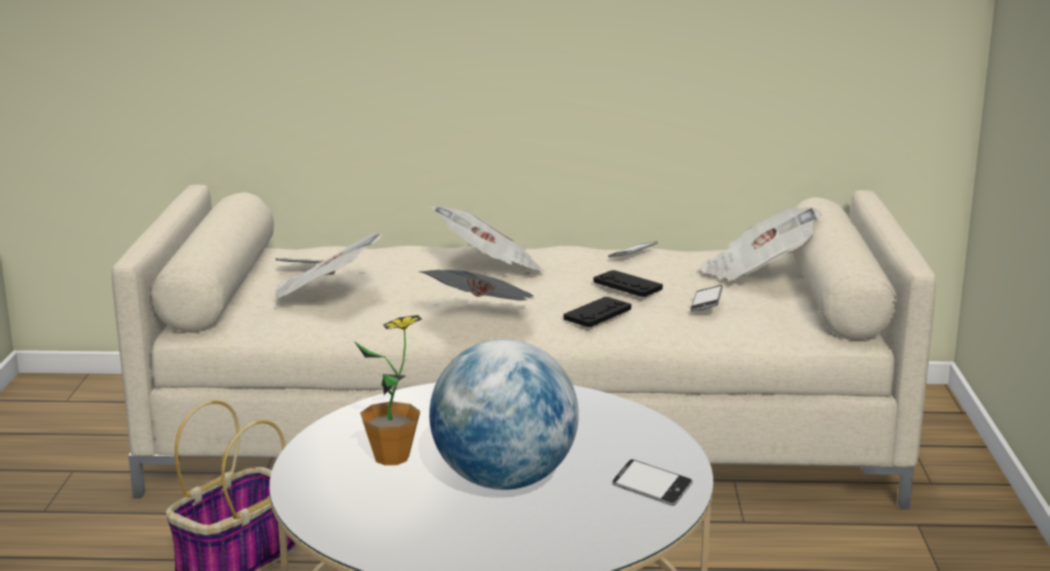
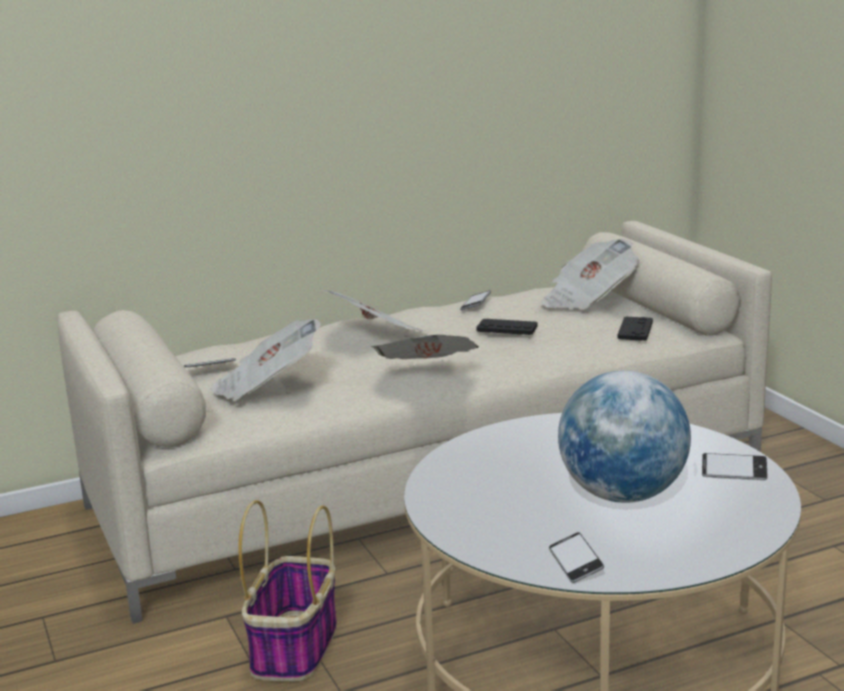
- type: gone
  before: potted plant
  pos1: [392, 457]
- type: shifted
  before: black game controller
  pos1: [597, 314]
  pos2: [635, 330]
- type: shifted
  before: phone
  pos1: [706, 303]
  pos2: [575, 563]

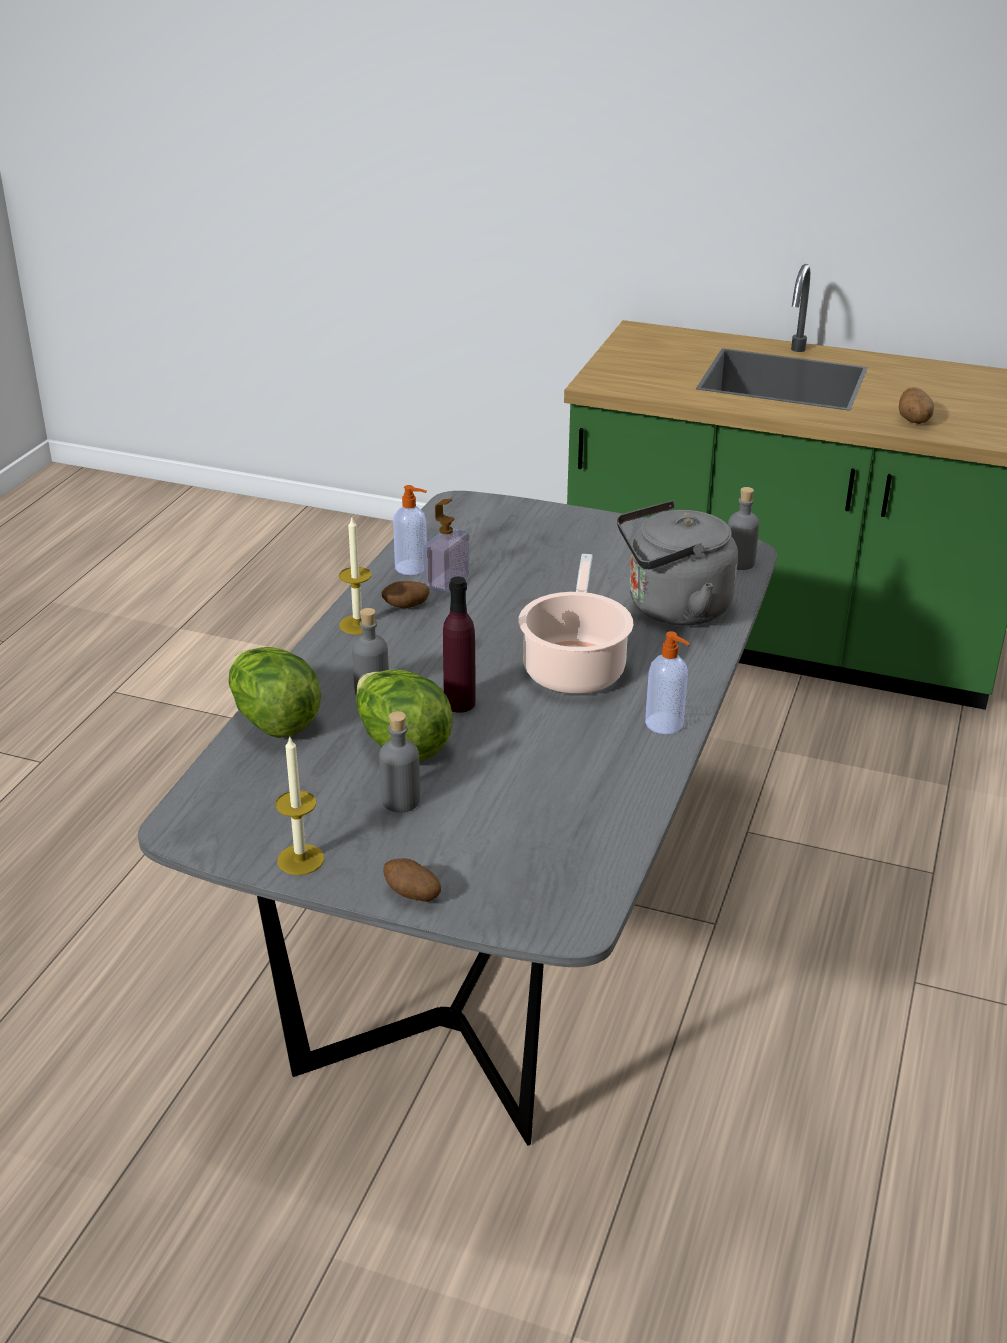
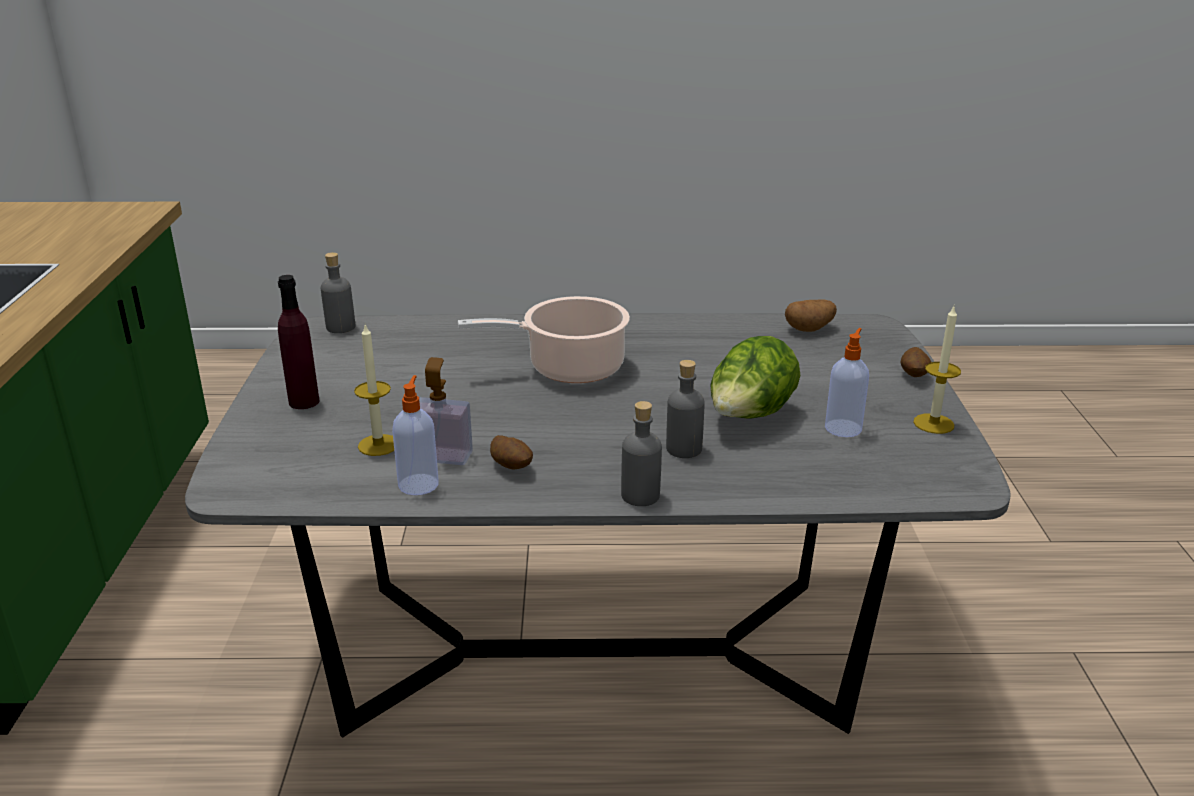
- type: gone
  before: lettuce
  pos1: [274, 720]
- type: shifted
  before: candle
  pos1: [358, 624]
  pos2: [378, 445]
- type: shifted
  before: grey bottle
  pos1: [401, 800]
  pos2: [640, 495]
- type: shifted
  before: purple bottle
  pos1: [459, 703]
  pos2: [304, 402]
- type: gone
  before: grey kettle
  pos1: [672, 608]
- type: shifted
  before: soap dispenser
  pos1: [665, 724]
  pos2: [843, 427]
- type: shifted
  before: potato
  pos1: [914, 420]
  pos2: [809, 329]

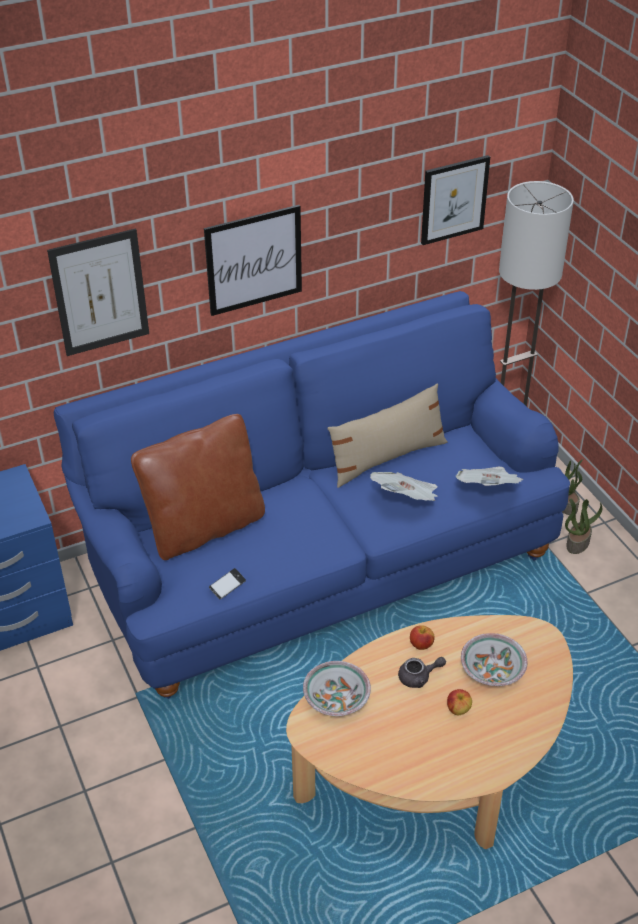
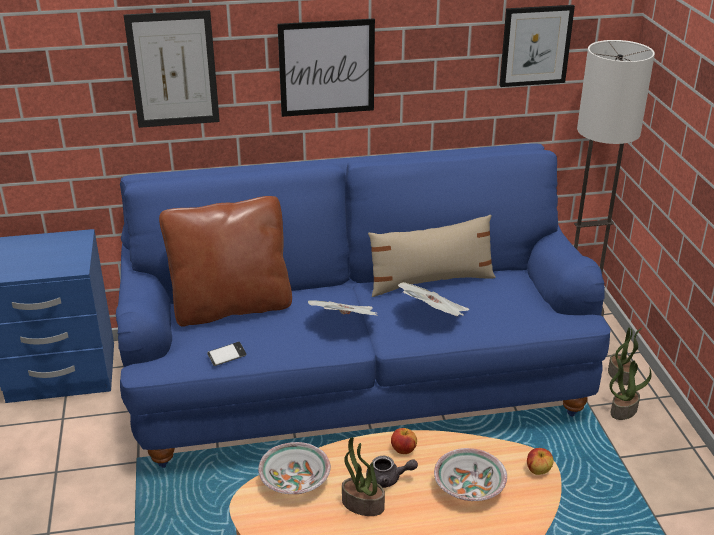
- type: shifted
  before: apple
  pos1: [458, 709]
  pos2: [538, 470]
- type: shifted
  before: newspaper
  pos1: [487, 489]
  pos2: [346, 323]
- type: new
  after: potted plant
  pos2: [362, 505]

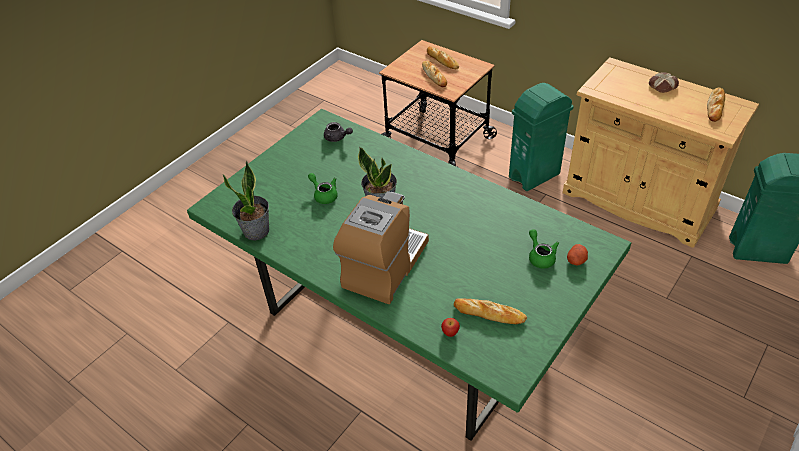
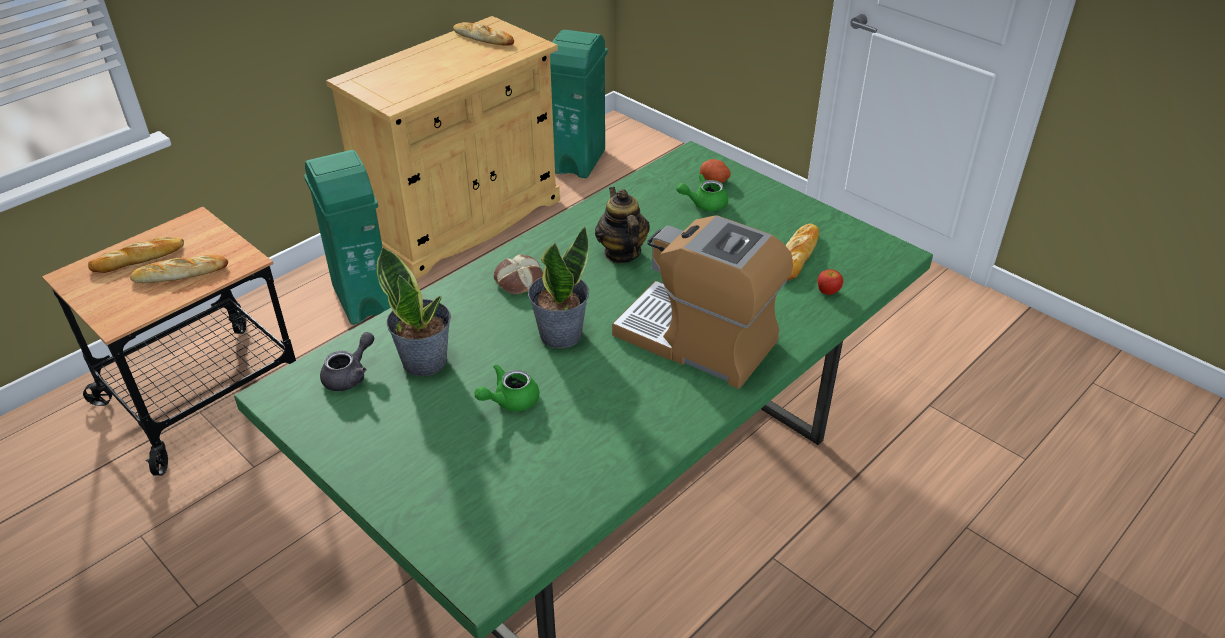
- type: shifted
  before: potted plant
  pos1: [257, 231]
  pos2: [425, 361]
- type: shifted
  before: bread
  pos1: [662, 85]
  pos2: [518, 280]
- type: new
  after: teapot
  pos2: [621, 253]

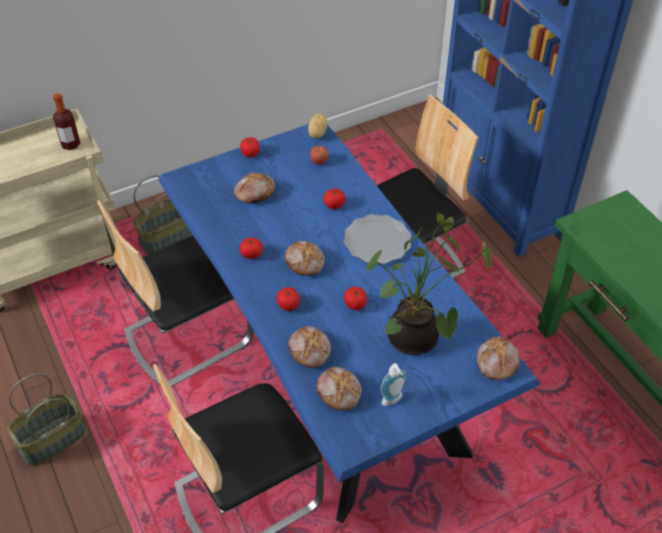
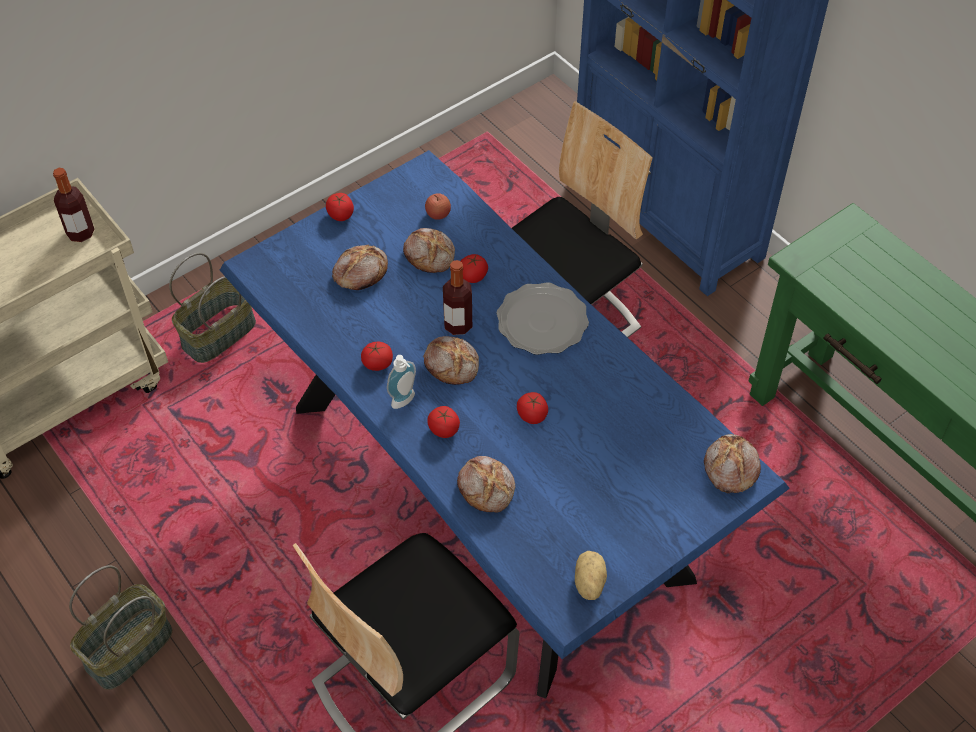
- type: gone
  before: chair
  pos1: [187, 336]
- type: shifted
  before: potato
  pos1: [316, 133]
  pos2: [588, 583]
- type: shifted
  before: bread
  pos1: [339, 392]
  pos2: [430, 255]
- type: gone
  before: potted plant
  pos1: [415, 340]
- type: shifted
  before: soap dispenser
  pos1: [393, 401]
  pos2: [405, 401]
- type: new
  after: bottle
  pos2: [458, 325]

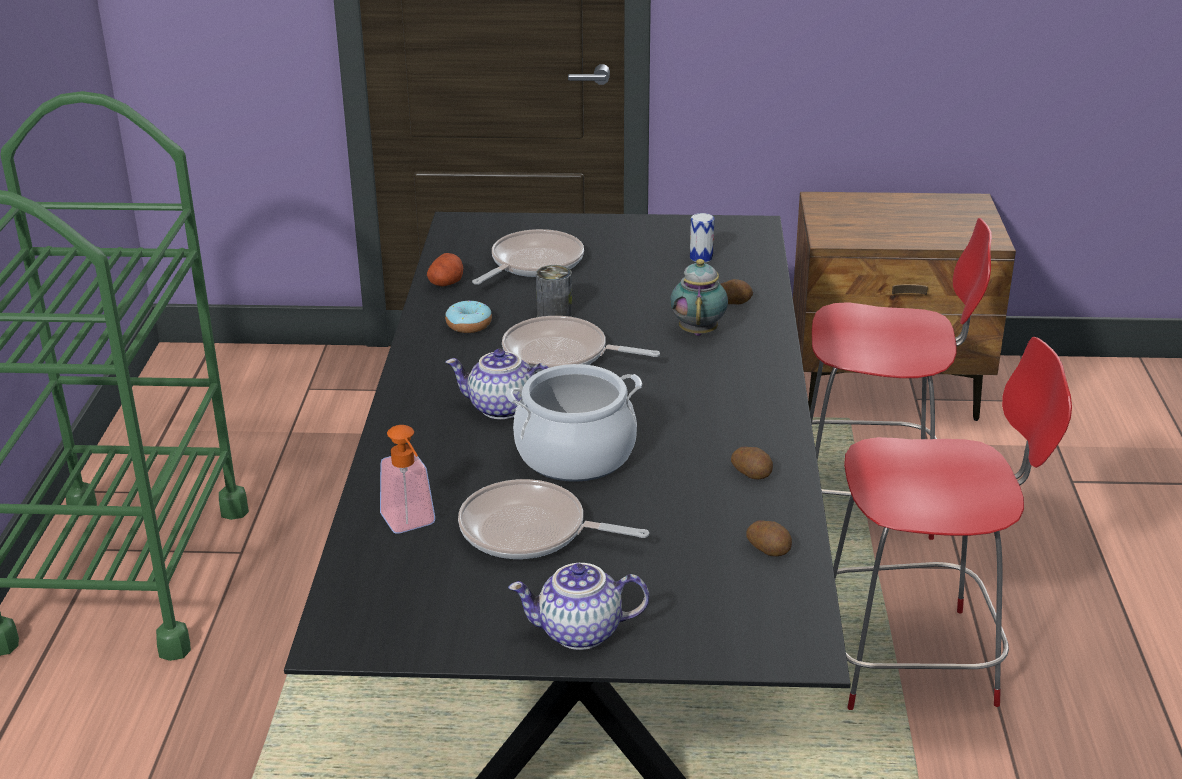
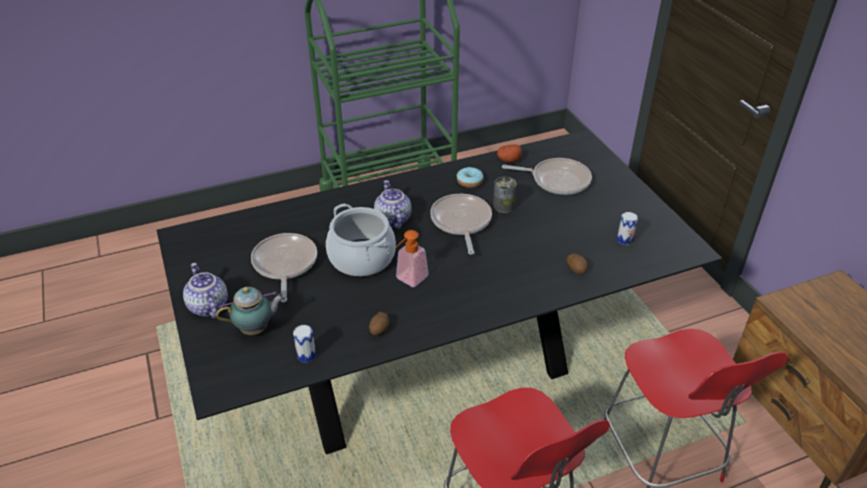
- type: shifted
  before: soap dispenser
  pos1: [411, 524]
  pos2: [408, 280]
- type: shifted
  before: teapot
  pos1: [698, 331]
  pos2: [256, 329]
- type: swapped
  before: potato
  after: can
  pos1: [769, 549]
  pos2: [306, 355]

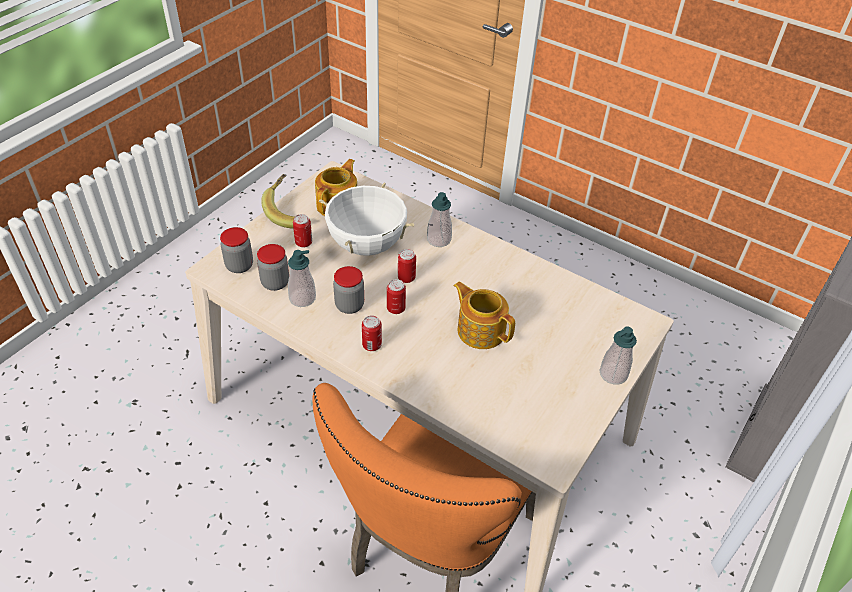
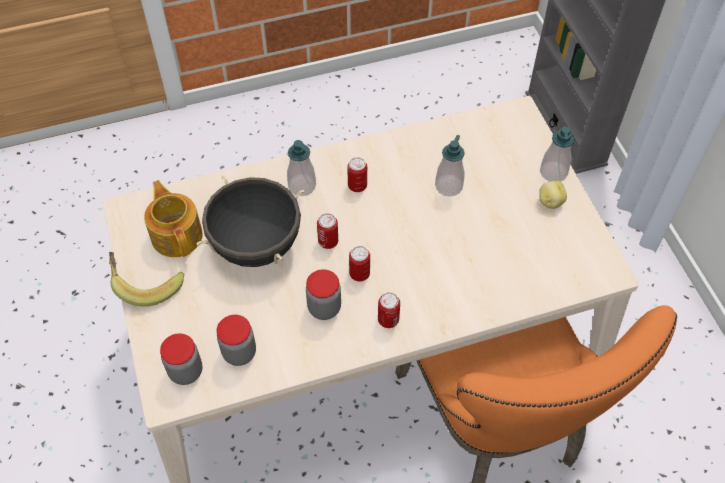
- type: shifted
  before: soap dispenser
  pos1: [302, 298]
  pos2: [448, 186]
- type: shifted
  before: can
  pos1: [303, 243]
  pos2: [357, 186]
- type: repainted
  before: white cooking pot
  after: black cooking pot
  pos1: [367, 245]
  pos2: [256, 245]
- type: gone
  before: teapot
  pos1: [480, 330]
- type: new
  after: potato
  pos2: [550, 202]

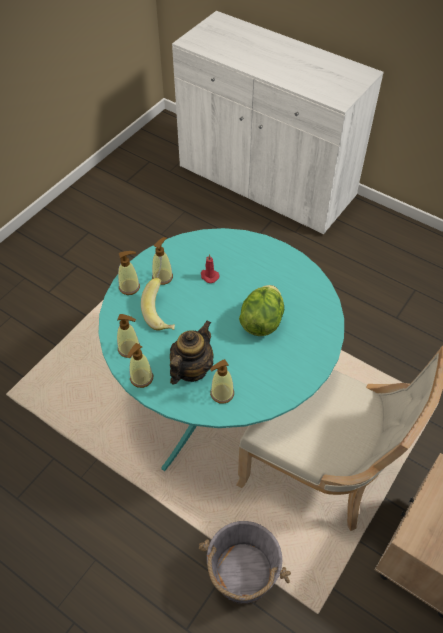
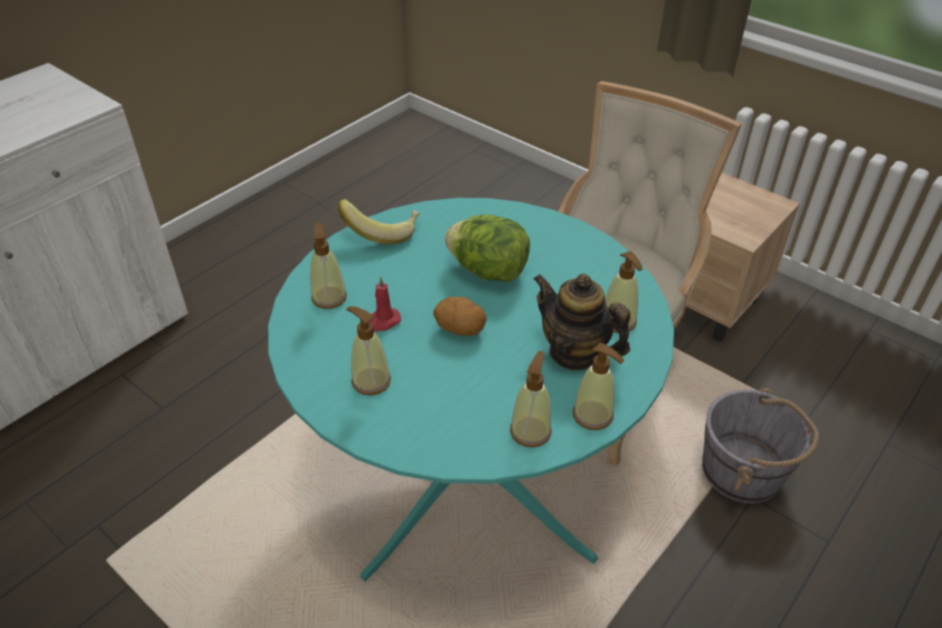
- type: shifted
  before: soap dispenser
  pos1: [129, 287]
  pos2: [329, 297]
- type: shifted
  before: banana
  pos1: [162, 314]
  pos2: [382, 232]
- type: new
  after: potato
  pos2: [460, 329]

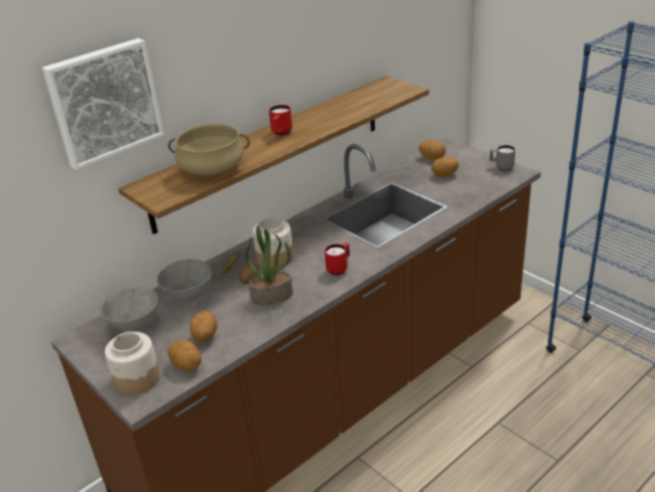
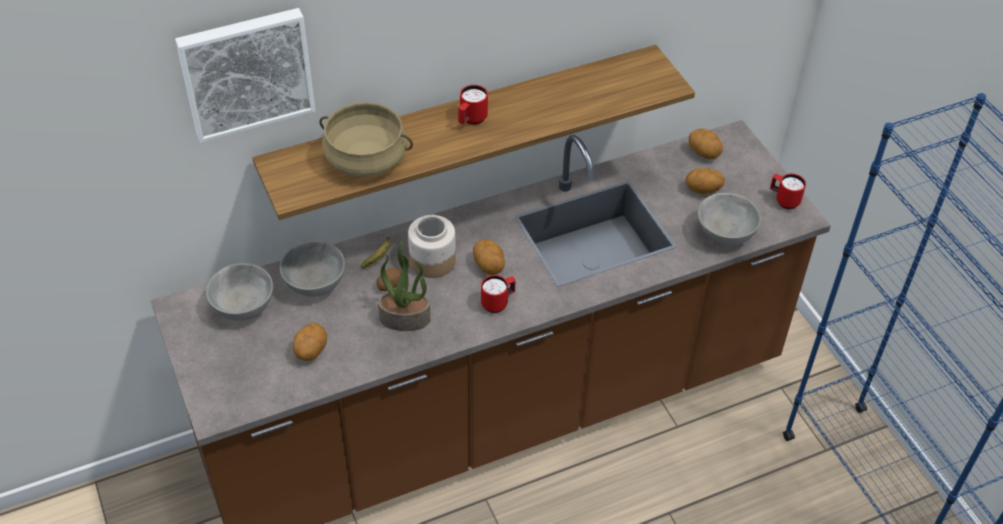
- type: gone
  before: jar
  pos1: [136, 378]
- type: shifted
  before: potato
  pos1: [187, 365]
  pos2: [489, 266]
- type: repainted
  before: grey mug
  after: red mug
  pos1: [501, 167]
  pos2: [783, 200]
- type: new
  after: grey bowl
  pos2: [724, 235]

